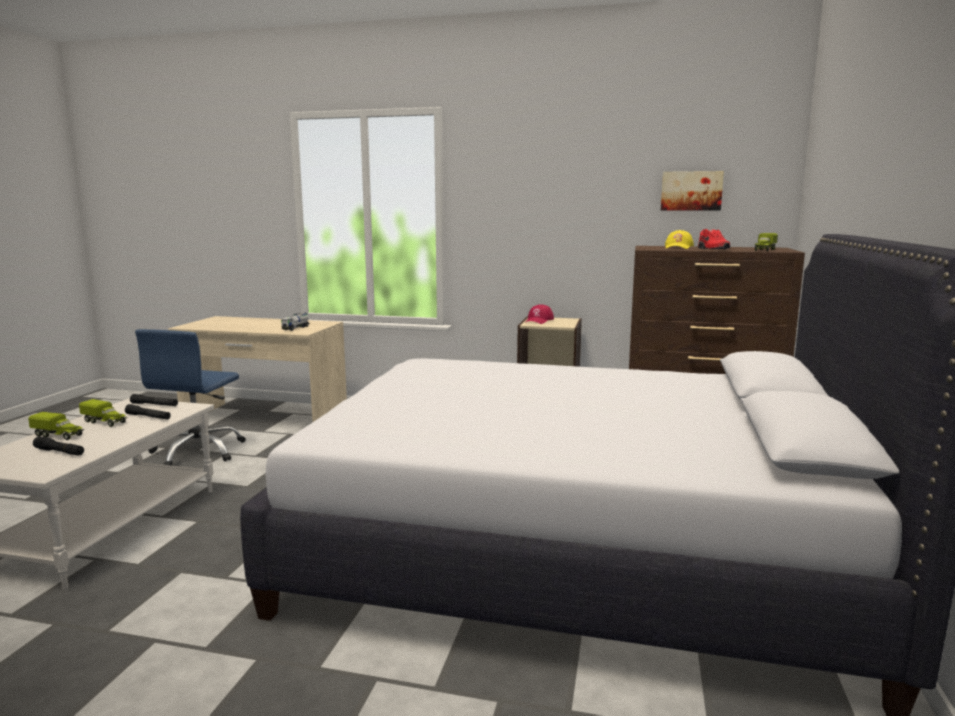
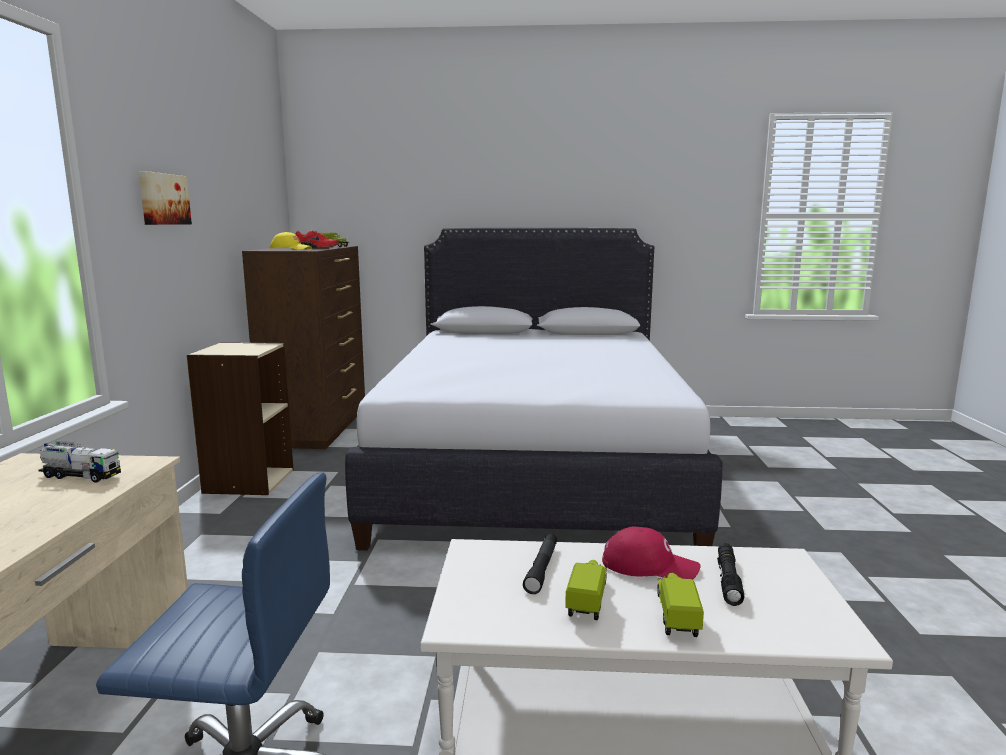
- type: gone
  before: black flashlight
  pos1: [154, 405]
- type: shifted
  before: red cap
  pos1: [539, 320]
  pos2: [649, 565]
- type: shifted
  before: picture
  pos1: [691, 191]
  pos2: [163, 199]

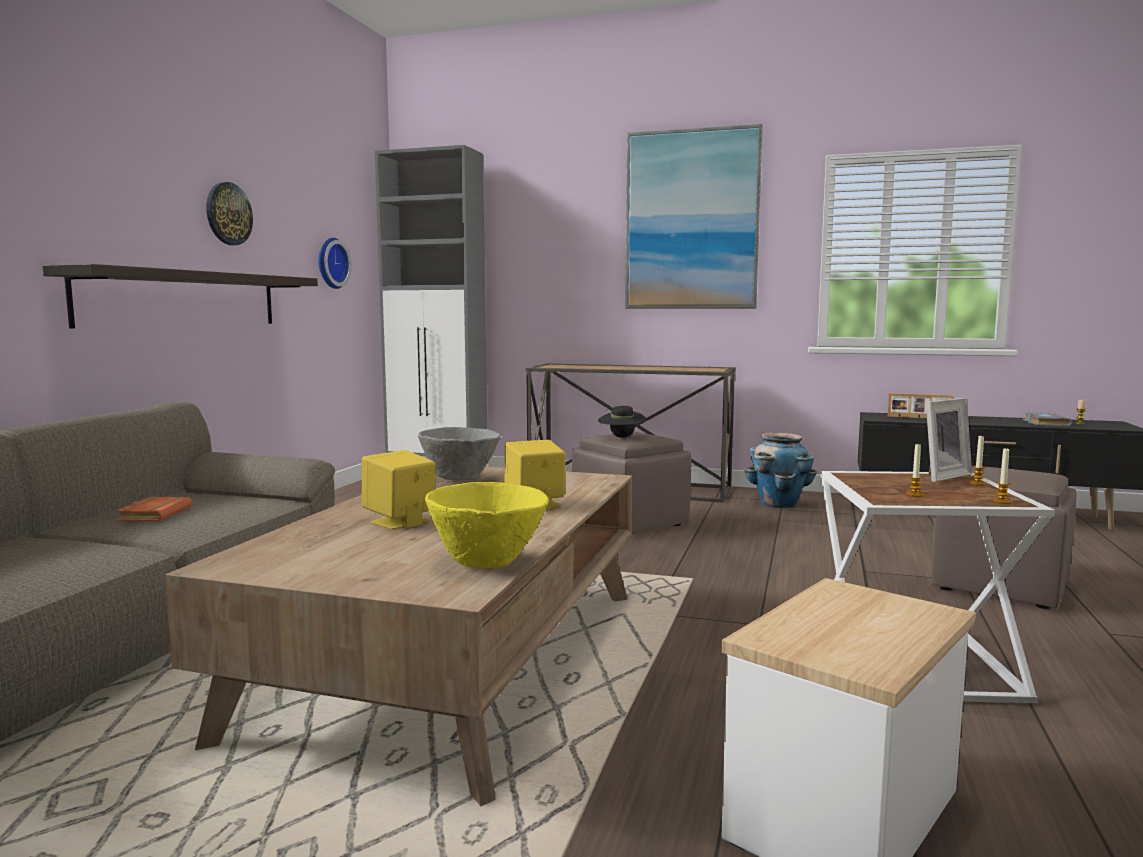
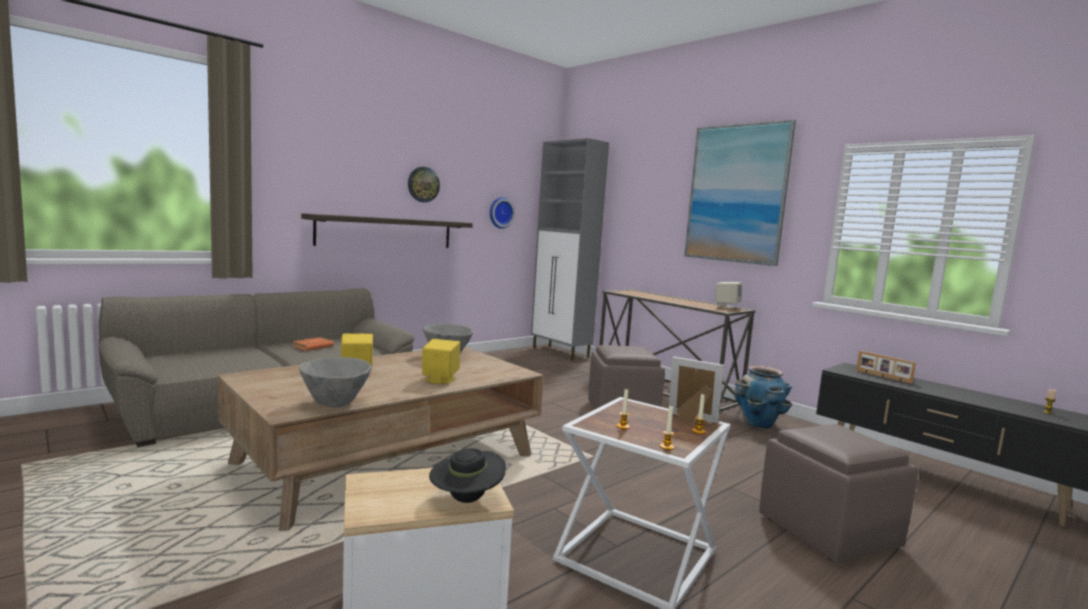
- type: repainted
  before: yellow bowl
  after: grey bowl
  pos1: [488, 562]
  pos2: [335, 403]
- type: shifted
  before: black hat
  pos1: [621, 437]
  pos2: [466, 499]
- type: rotated
  before: picture frame
  pos1: [940, 476]
  pos2: [691, 420]
  turn: -150
- type: gone
  before: grey book
  pos1: [1044, 423]
- type: new
  after: beige speaker
  pos2: [726, 307]

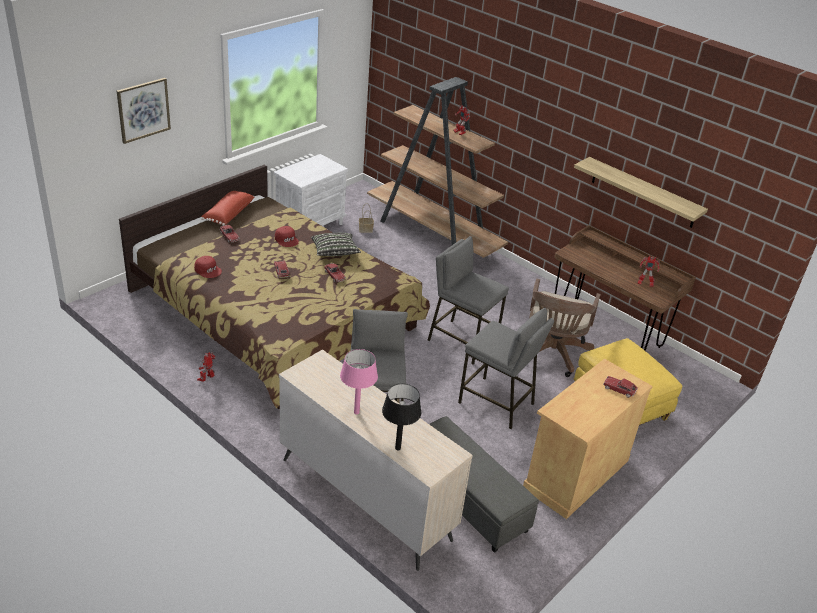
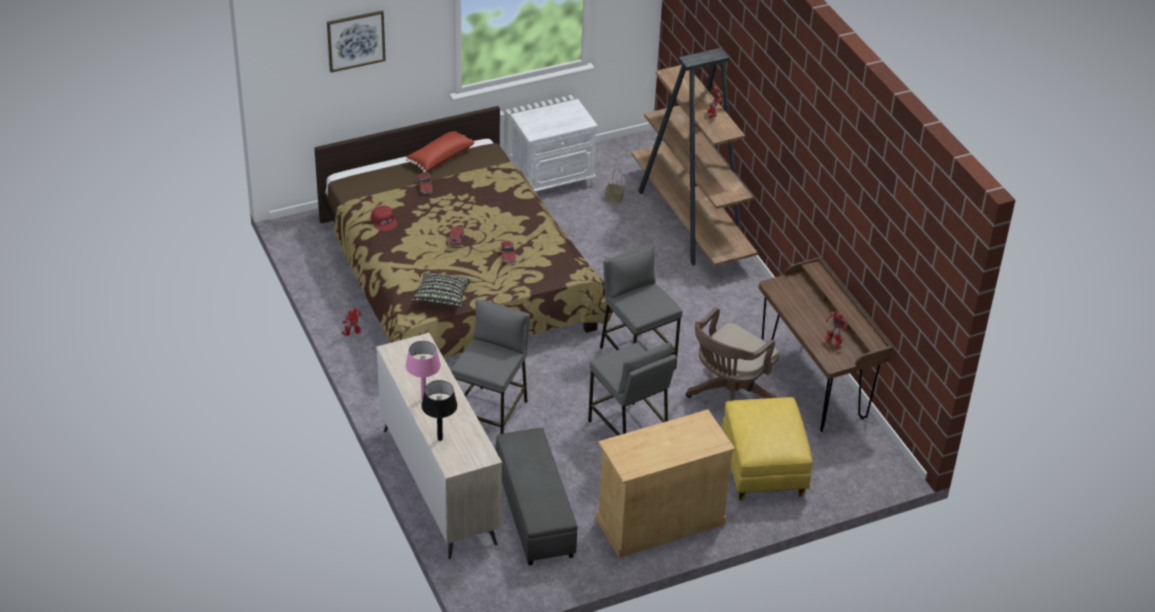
- type: gone
  before: red cap
  pos1: [287, 239]
- type: shifted
  before: pillow
  pos1: [335, 252]
  pos2: [442, 298]
- type: gone
  before: shelf
  pos1: [643, 193]
- type: gone
  before: toy car
  pos1: [619, 389]

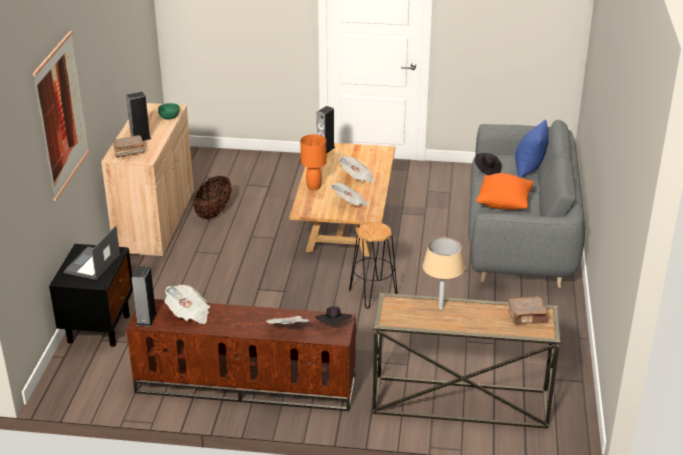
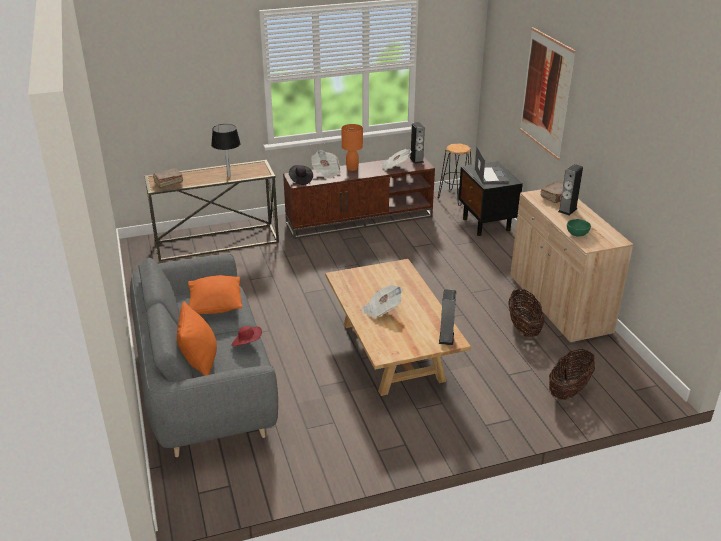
- type: shifted
  before: orange table lamp
  pos1: [314, 187]
  pos2: [352, 168]
- type: gone
  before: newspaper
  pos1: [350, 203]
- type: shifted
  before: black stool
  pos1: [373, 294]
  pos2: [455, 198]
- type: repainted
  before: beige table lamp
  after: black table lamp
  pos1: [440, 308]
  pos2: [229, 176]
- type: repainted
  before: black hat
  after: red hat
  pos1: [487, 170]
  pos2: [247, 343]
- type: repainted
  before: blue pillow
  after: orange pillow
  pos1: [529, 169]
  pos2: [200, 361]
- type: new
  after: basket
  pos2: [568, 390]

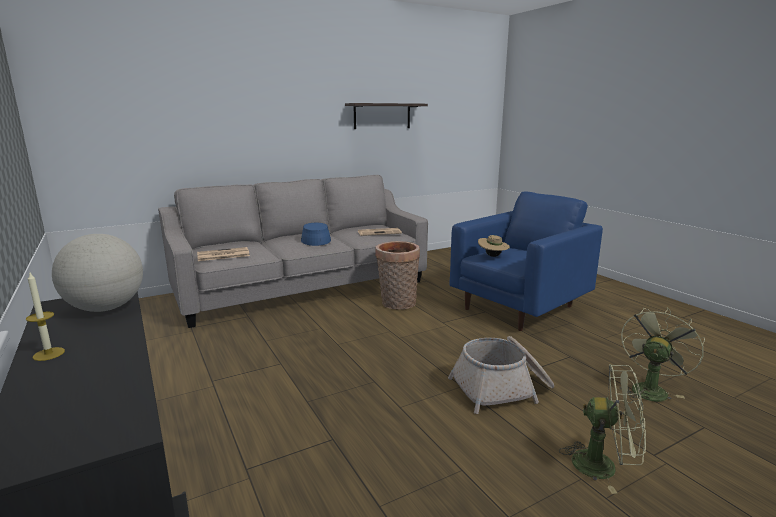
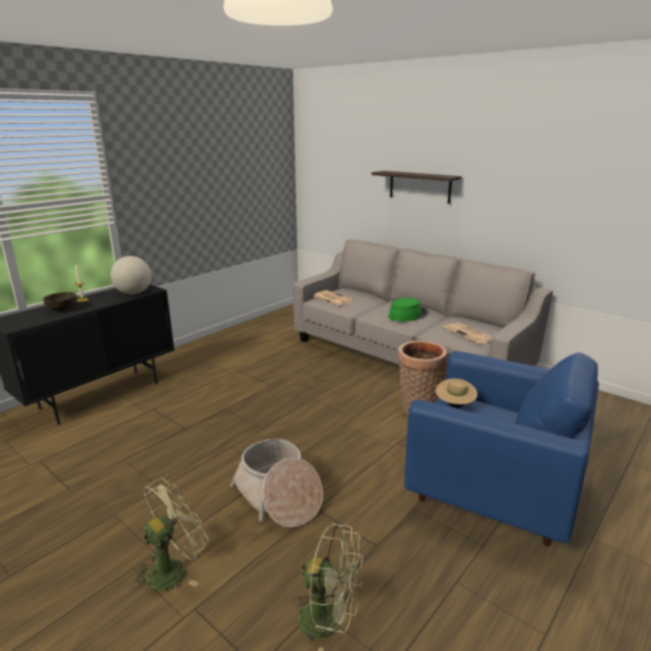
- type: repainted
  before: blue hat
  after: green hat
  pos1: [315, 239]
  pos2: [407, 315]
- type: shifted
  before: shelf
  pos1: [382, 116]
  pos2: [419, 186]
- type: rotated
  before: green fan
  pos1: [604, 466]
  pos2: [173, 568]
  turn: -135
- type: new
  after: brown bowl
  pos2: [62, 309]

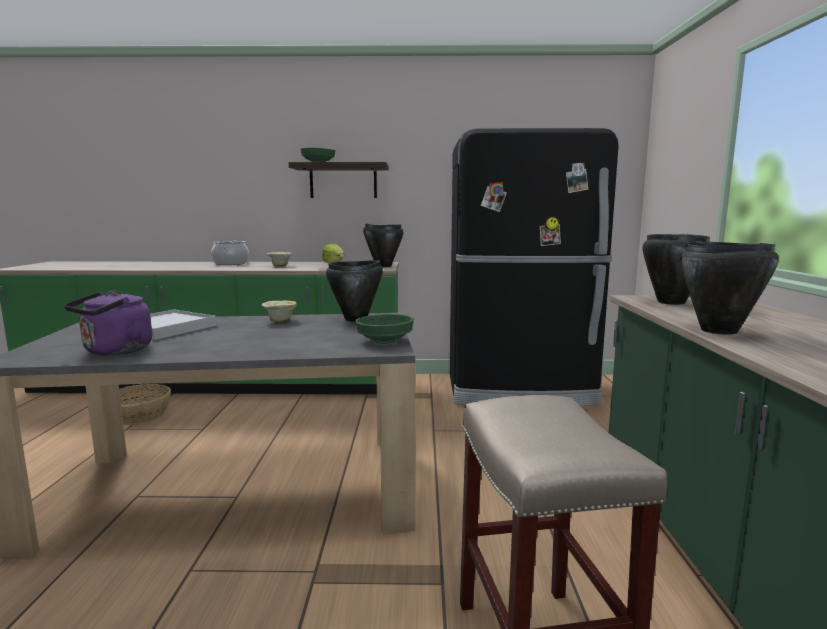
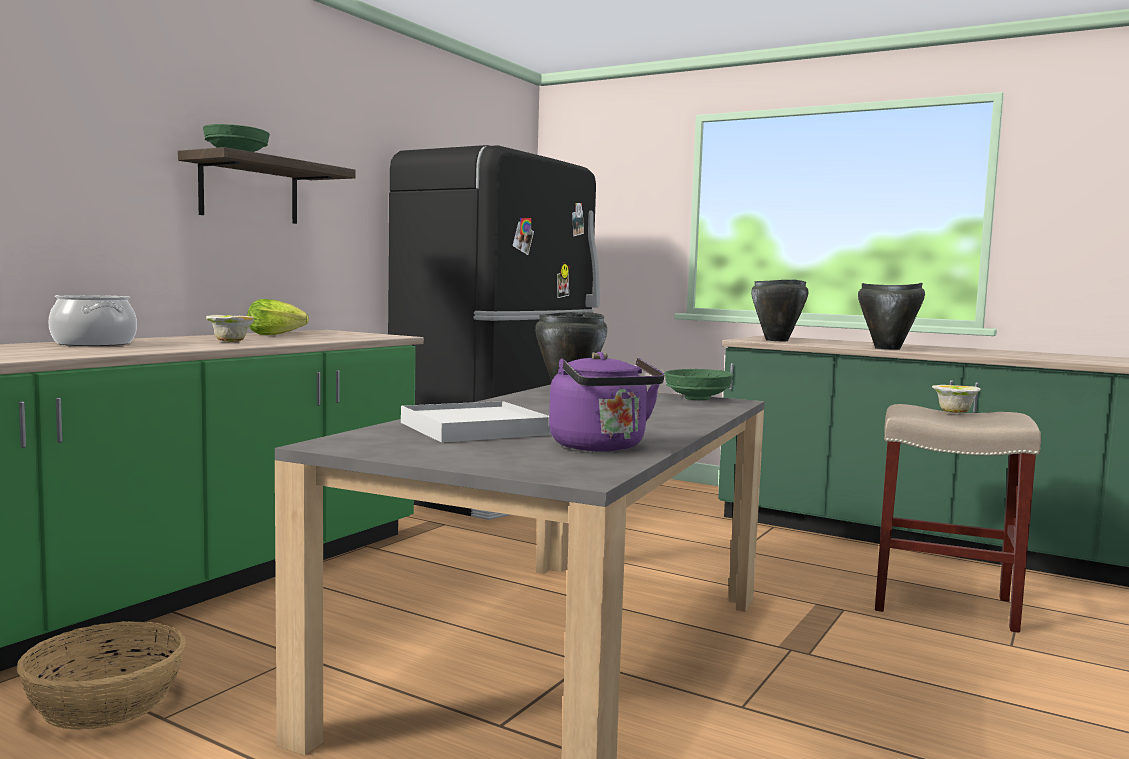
- type: shifted
  before: bowl
  pos1: [279, 321]
  pos2: [953, 412]
- type: gone
  before: black cooking pot
  pos1: [383, 266]

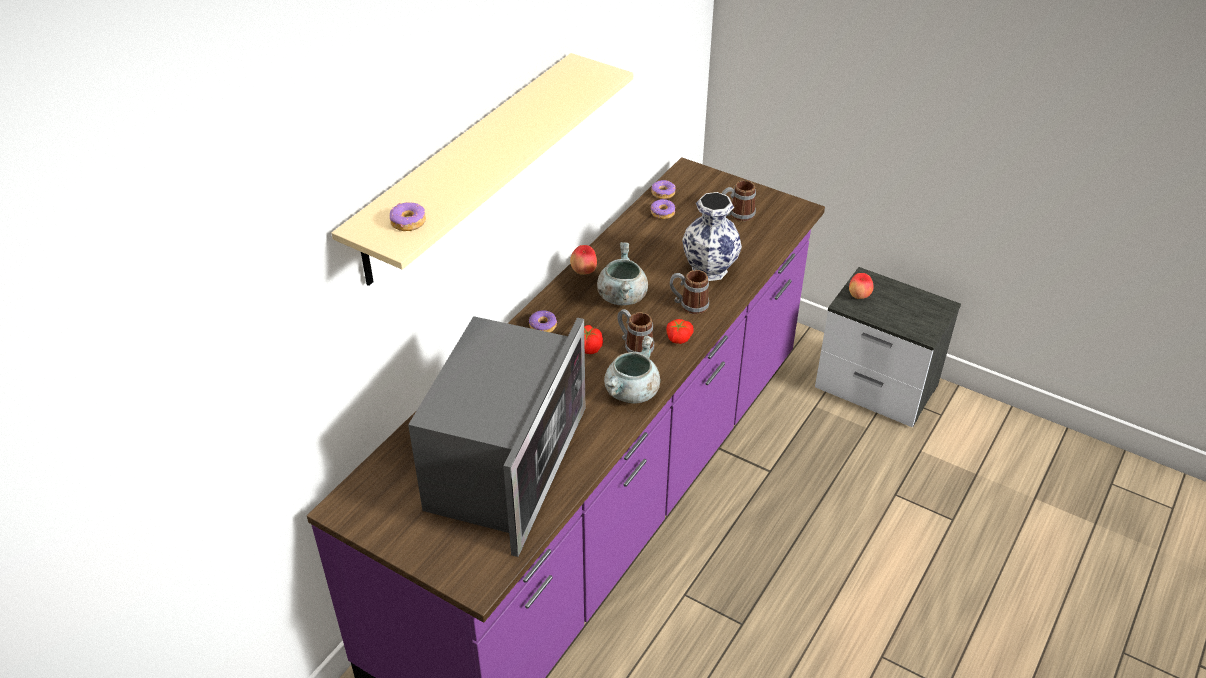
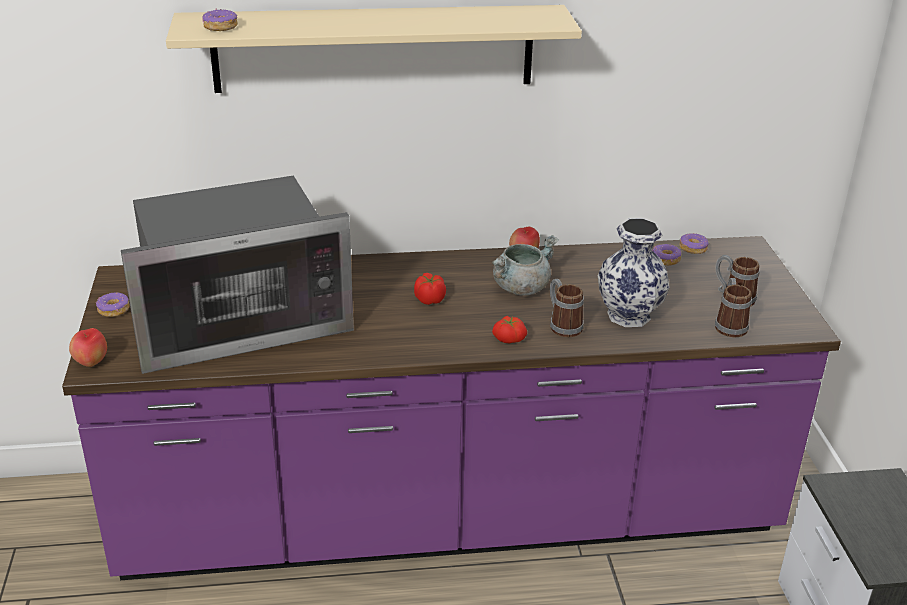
- type: shifted
  before: donut
  pos1: [543, 326]
  pos2: [114, 310]
- type: gone
  before: grey cooking pot
  pos1: [631, 392]
- type: shifted
  before: mug
  pos1: [634, 346]
  pos2: [729, 324]
- type: shifted
  before: apple
  pos1: [859, 296]
  pos2: [91, 363]

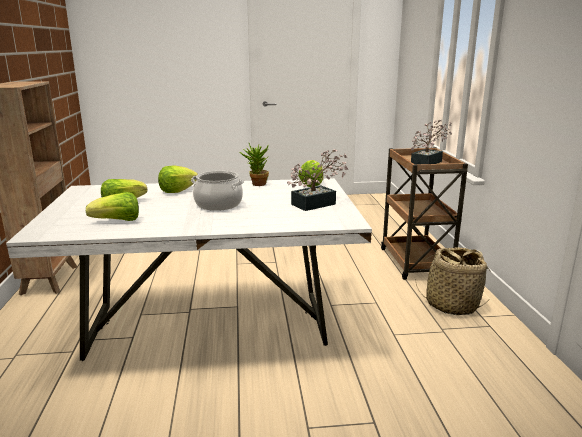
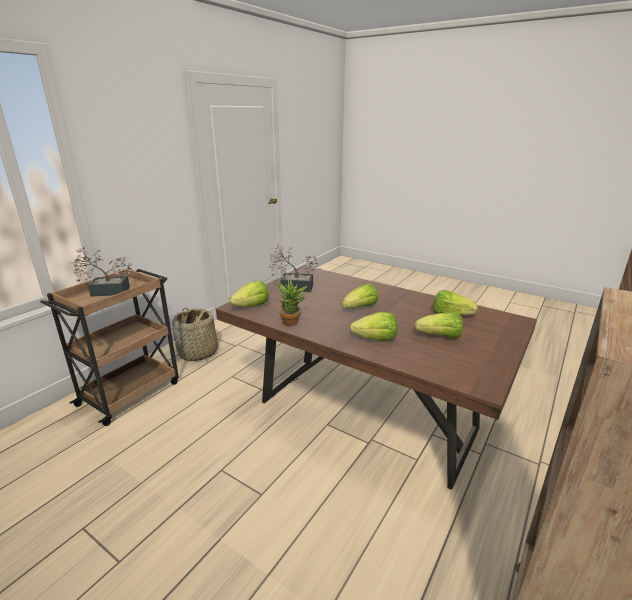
- type: repainted
  before: white dining table
  after: brown dining table
  pos1: [211, 325]
  pos2: [364, 415]
- type: swapped
  before: cooking pot
  after: lettuce
  pos1: [218, 205]
  pos2: [360, 308]

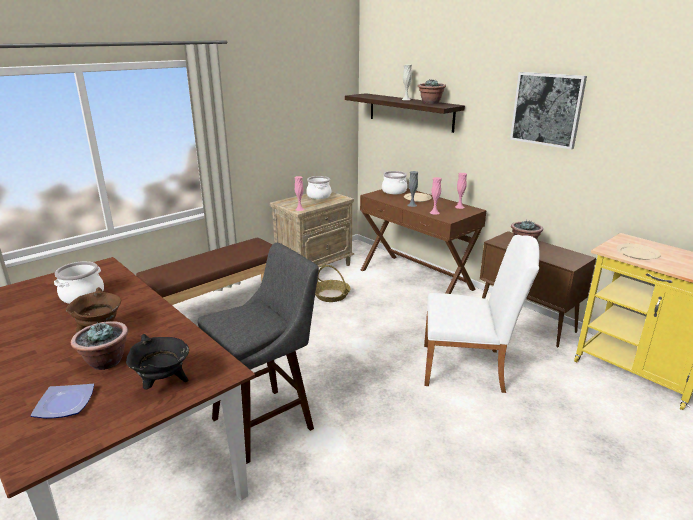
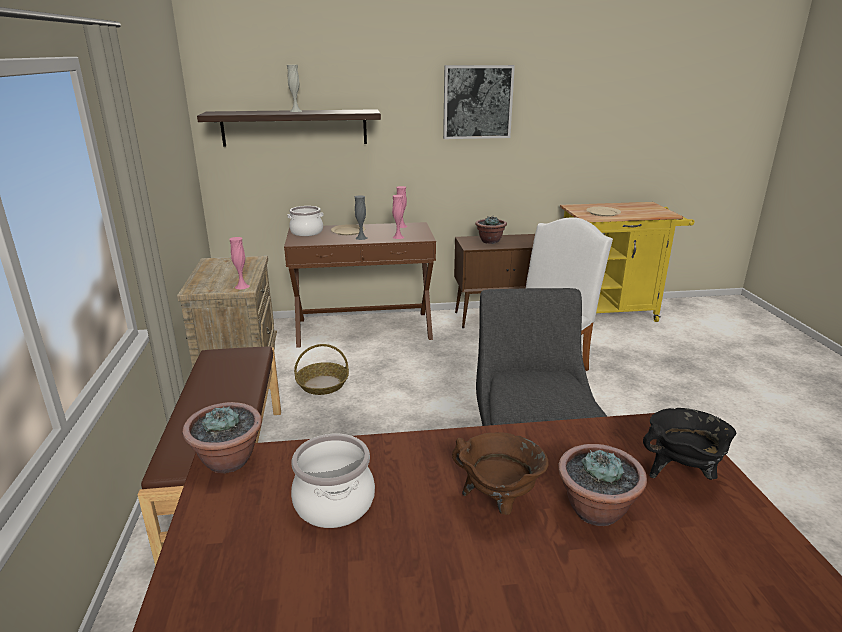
- type: gone
  before: plate
  pos1: [66, 403]
- type: gone
  before: cooking pot
  pos1: [318, 196]
- type: shifted
  before: potted plant
  pos1: [430, 103]
  pos2: [229, 461]

